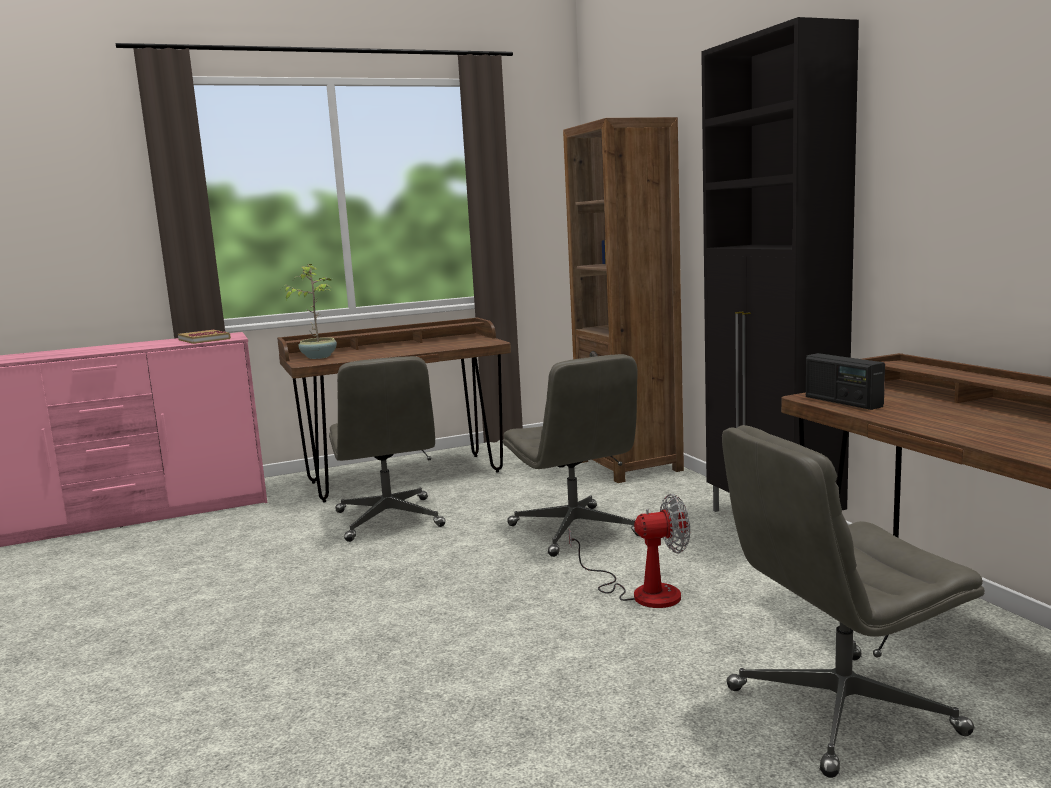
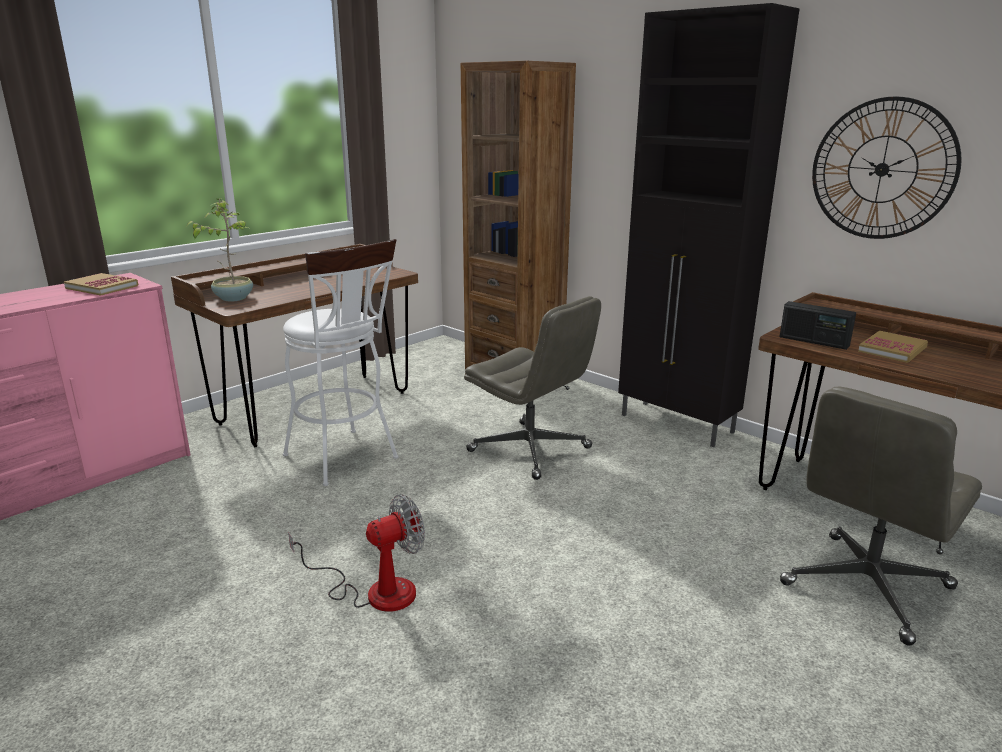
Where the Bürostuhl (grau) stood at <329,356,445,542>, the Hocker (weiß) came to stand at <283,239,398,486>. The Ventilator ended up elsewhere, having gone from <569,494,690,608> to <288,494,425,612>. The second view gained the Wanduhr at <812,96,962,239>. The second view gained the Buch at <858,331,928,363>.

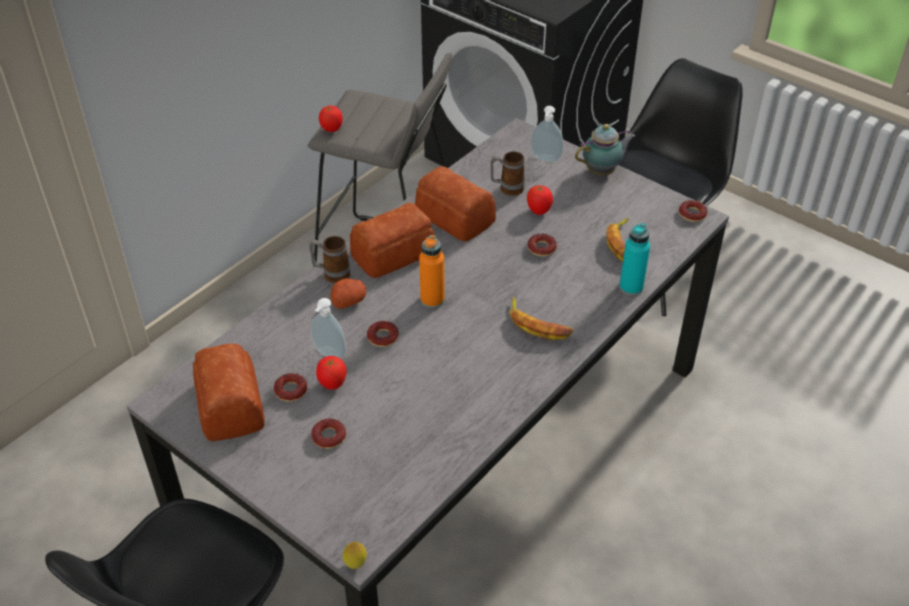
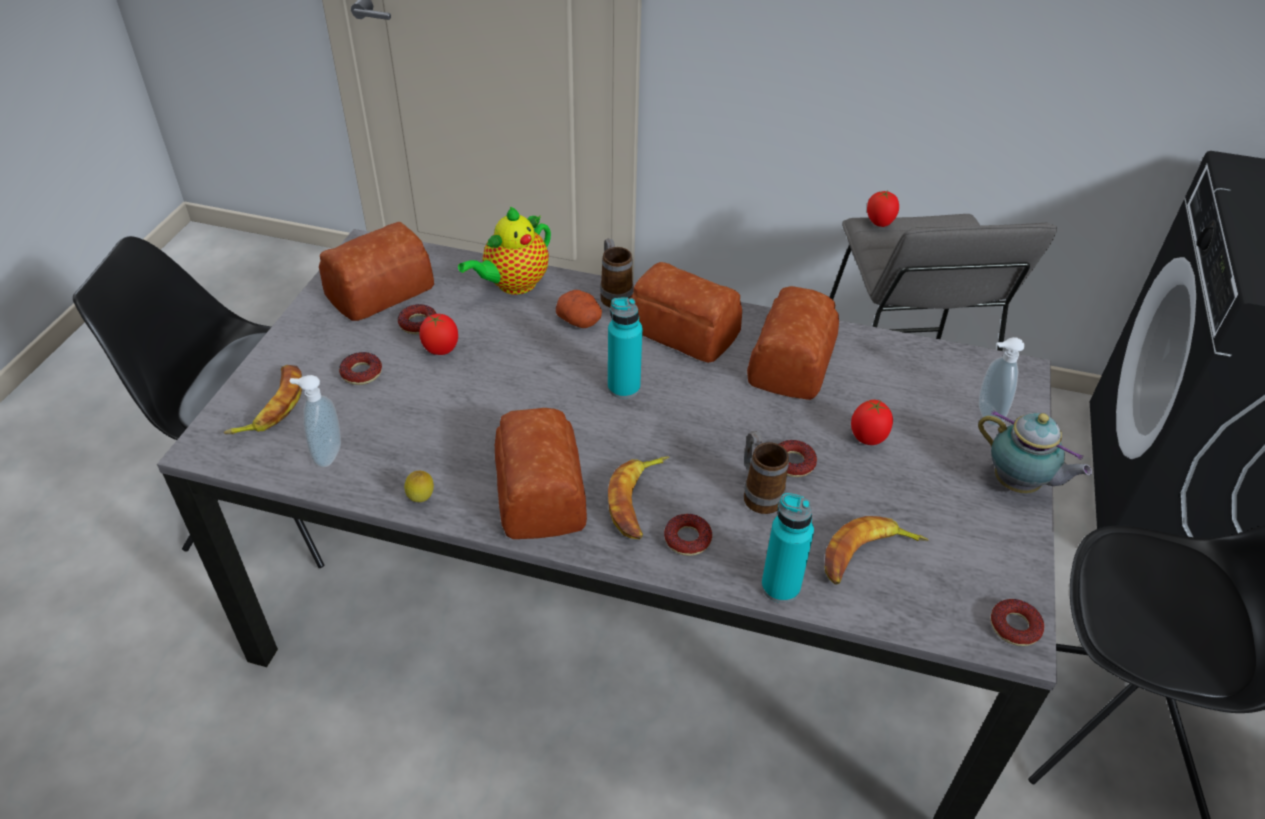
The Henkelbecher ended up elsewhere, having gone from <490,151,525,196> to <744,431,789,514>. What was the Flasche (orange) at <419,235,445,308> turned into the Flasche (türkis) at <608,298,642,399>. The Seifenspender ended up elsewhere, having gone from <311,298,346,359> to <290,375,341,467>. The Donut ended up elsewhere, having gone from <367,321,399,347> to <664,514,712,556>. The Zitrone ended up elsewhere, having gone from <343,542,367,569> to <404,471,434,502>. The second view gained the Teekanne at <458,207,551,295>. The second view gained the Banane at <224,365,302,434>. The second view gained the Brot at <495,408,587,539>.

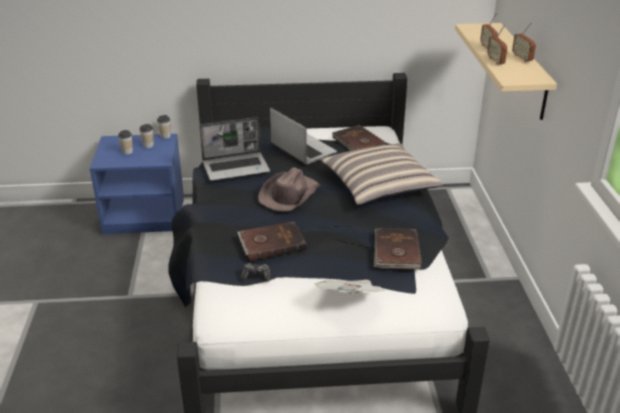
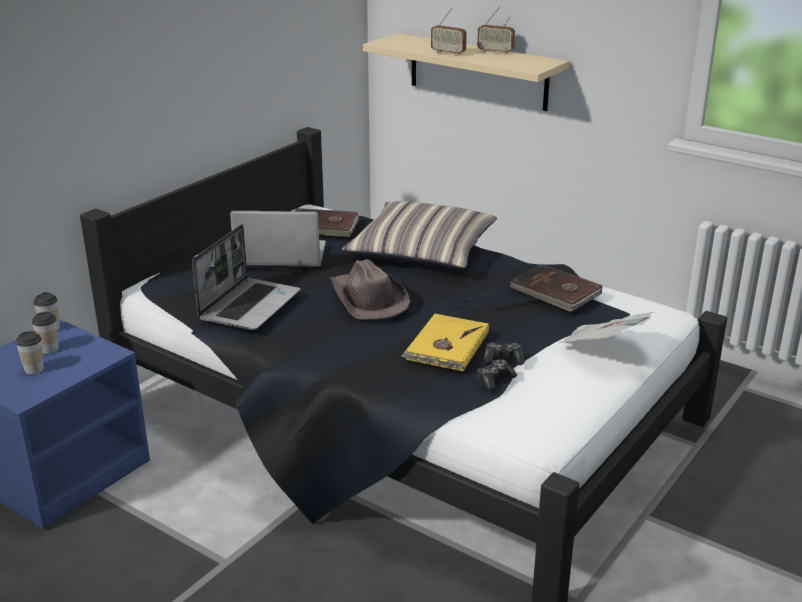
The second view lost the Radio at <487,24,507,65>. What was the Buch (braun) at <237,221,307,261> turned into the Buch (gelb) at <401,314,489,371>. The second view gained the Gamepad at <483,342,525,365>.

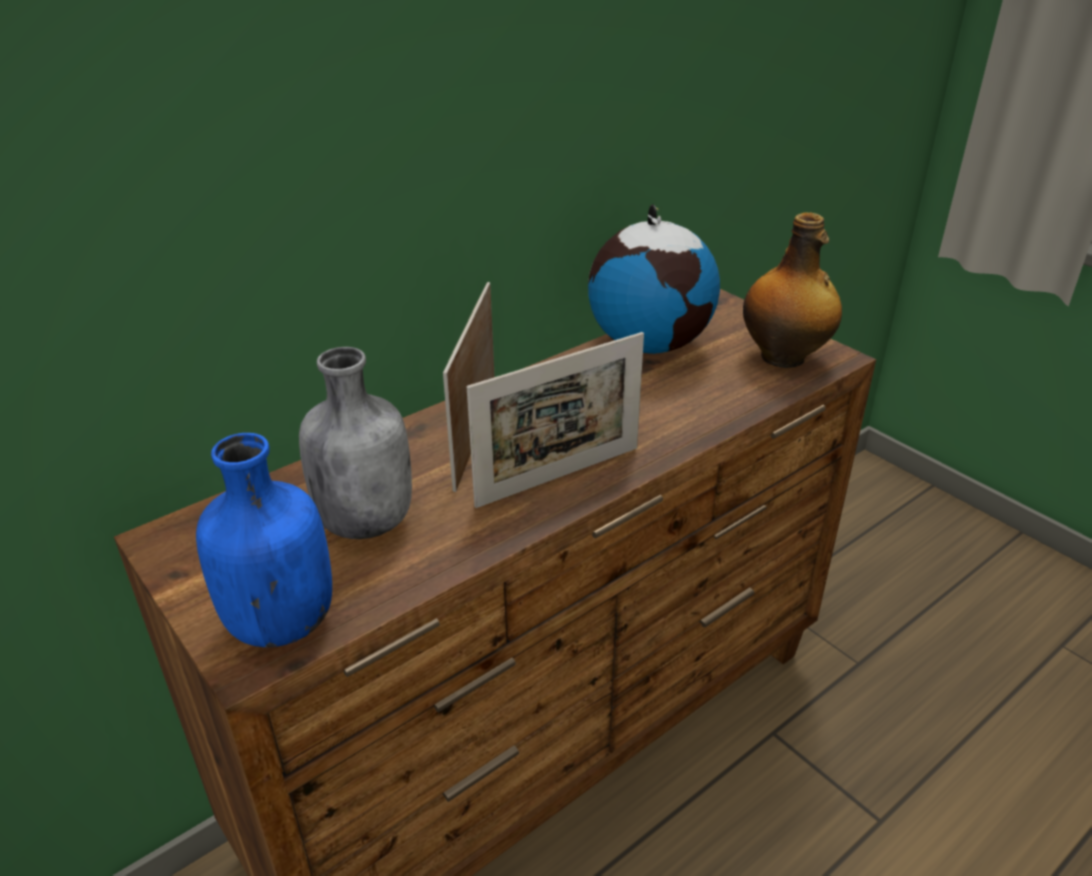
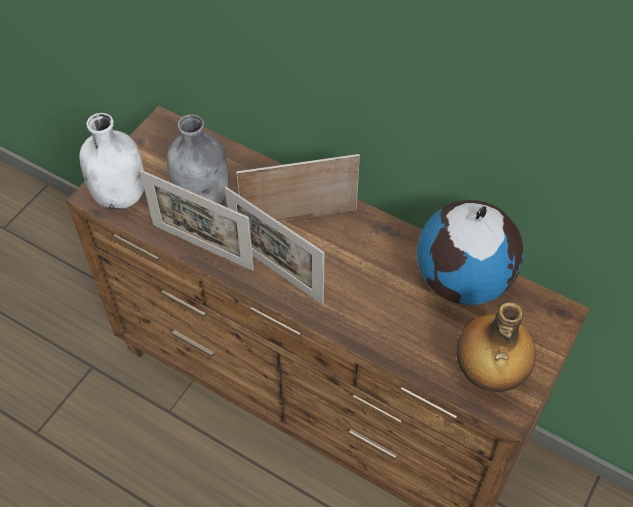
What was the Flasche (blau) at <196,433,332,647> turned into the Flasche (weiß) at <79,113,144,210>. The second view gained the Bilderrahmen at <140,170,254,271>.

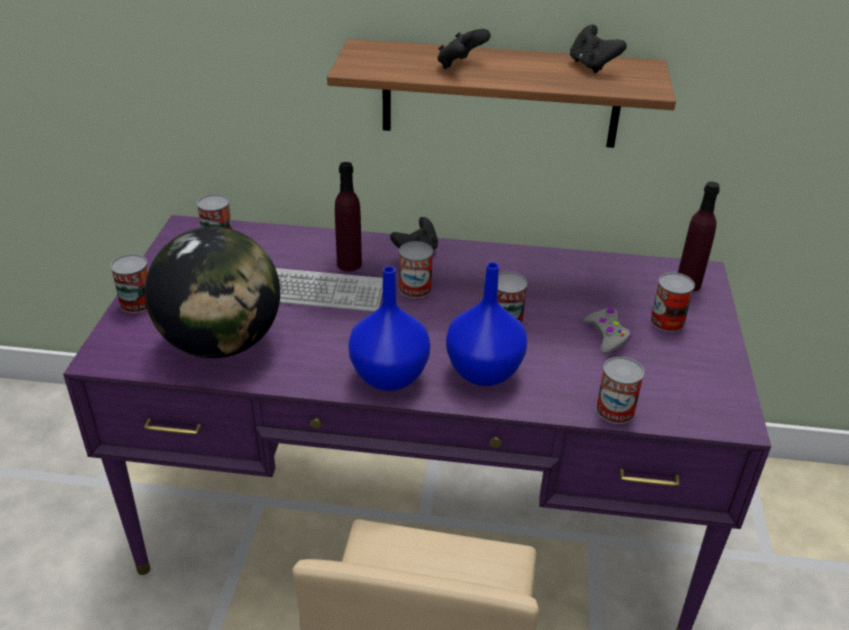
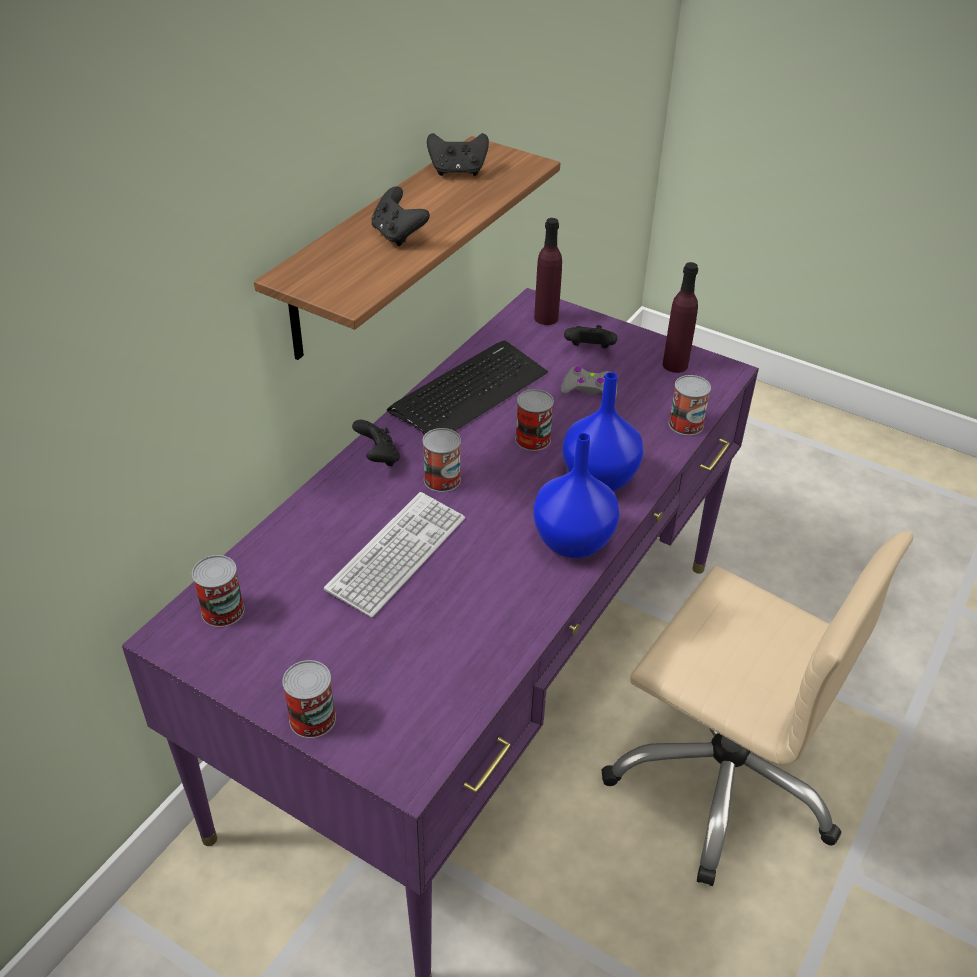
The Flasche (lila) ended up elsewhere, having gone from <335,162,362,271> to <663,262,698,373>. The second view lost the Globus at <145,227,280,358>. Where the Dose stood at <650,272,695,332>, the Gamepad (schwarz) came to stand at <564,325,617,349>. The second view gained the Tastatur at <387,341,548,434>.

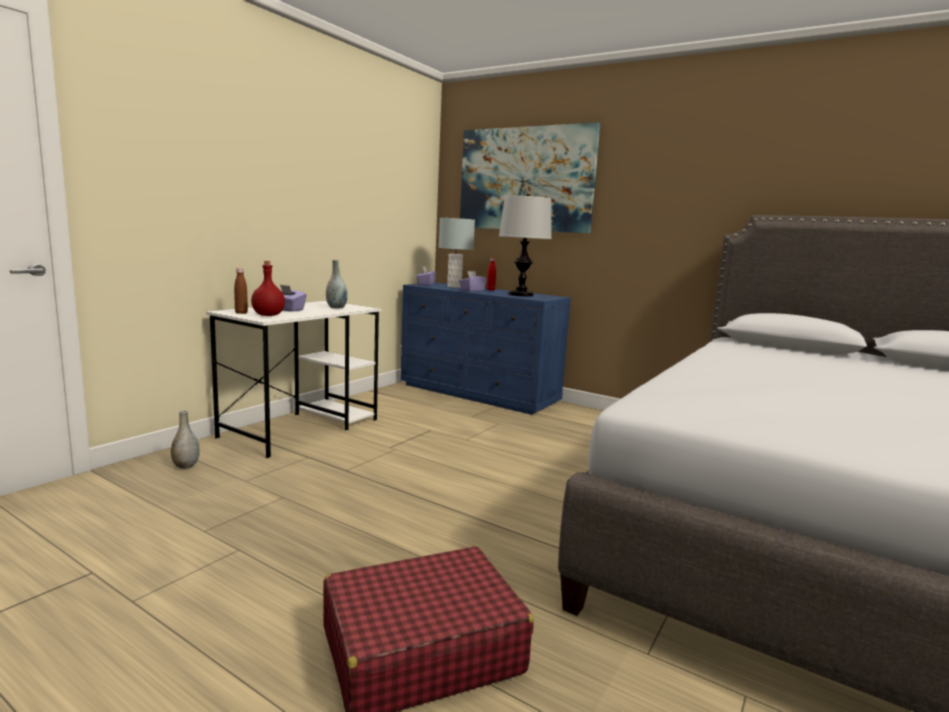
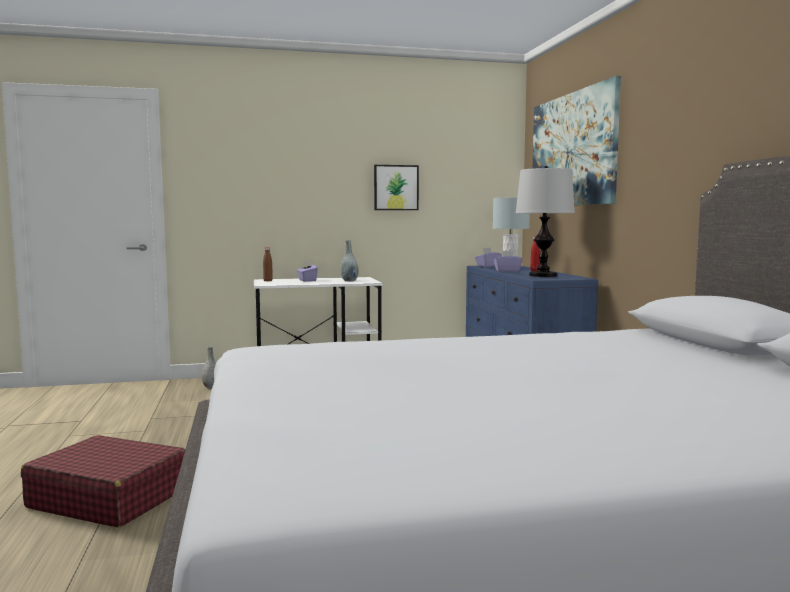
The second view lost the Flasche (rot) at <251,261,285,316>. The second view gained the Bild at <374,165,419,210>.

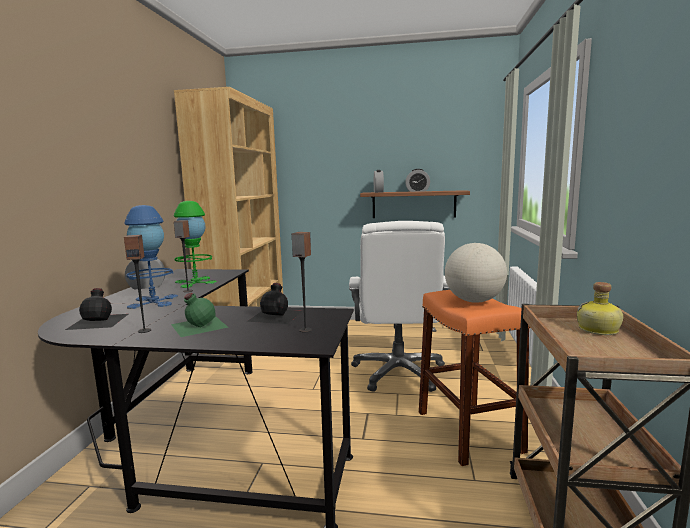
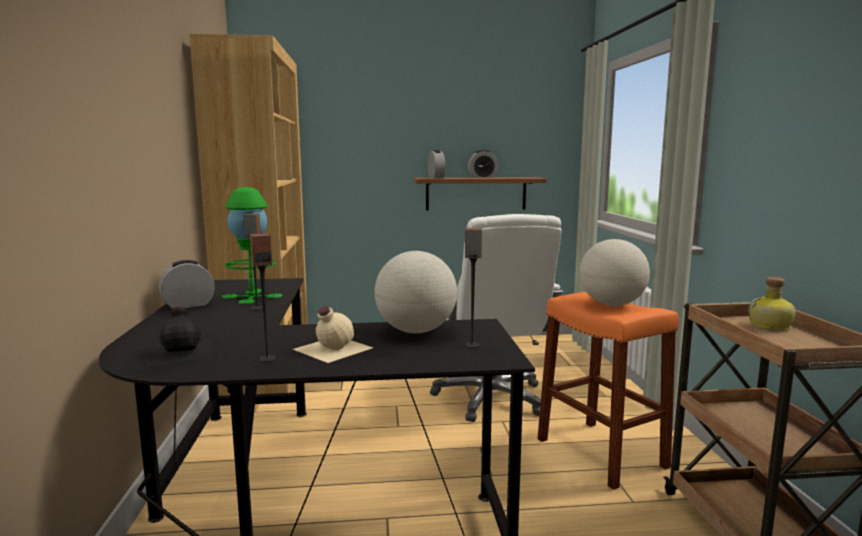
The second view lost the Tischlampe (blau) at <124,205,178,309>. Where the Flasche (schwarz) stood at <246,283,302,324>, the Globus came to stand at <375,251,457,333>. What was the Flasche (grün) at <171,293,228,337> turned into the Flasche (beige) at <293,306,373,363>.

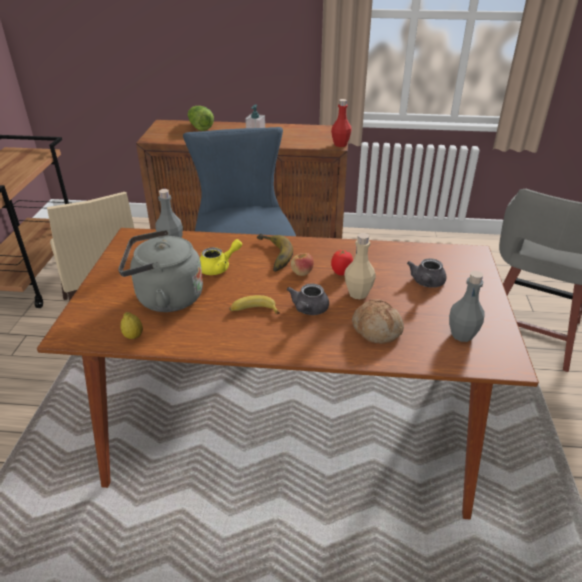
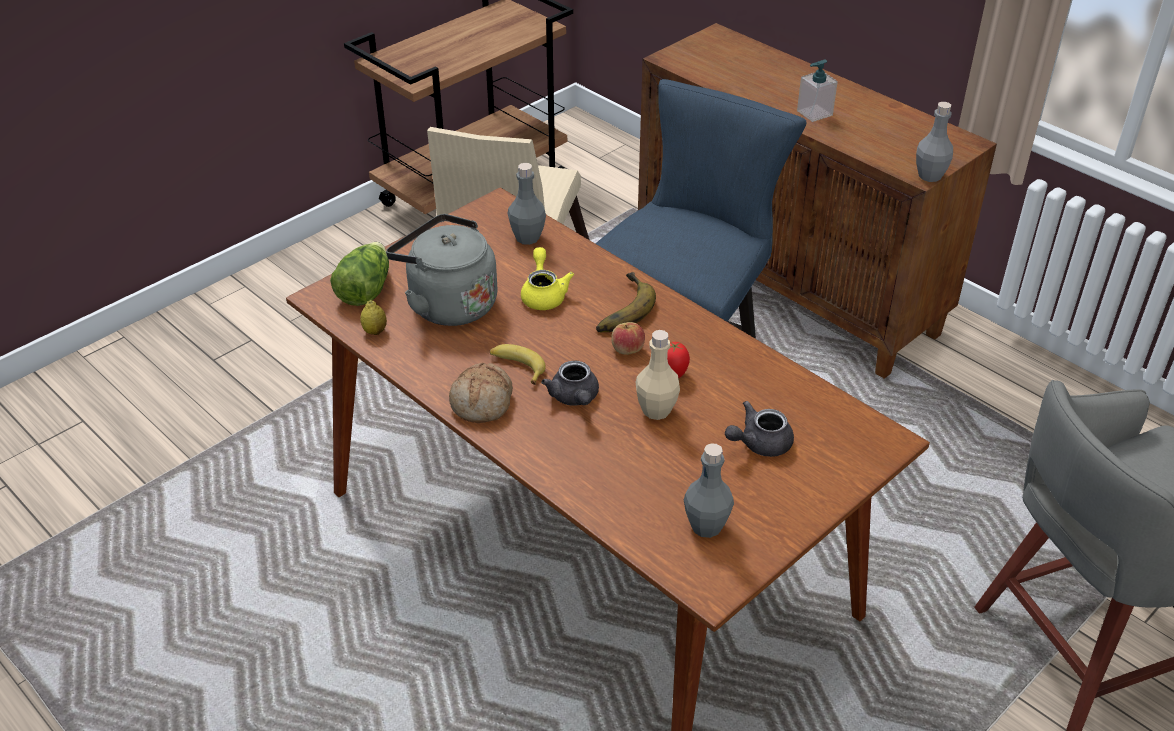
What was the Flasche (rot) at <331,99,352,147> turned into the Flasche (grau) at <916,102,953,182>. The Salatkopf ended up elsewhere, having gone from <188,106,214,131> to <330,242,389,306>. The Teekanne (gelb) at <200,239,242,275> ended up facing another way, 105 degrees counterclockwise from before. The Teekanne (grau) at <287,283,329,315> ended up facing another way, 75 degrees counterclockwise from before. The Brot ended up elsewhere, having gone from <352,299,404,344> to <449,363,513,423>.

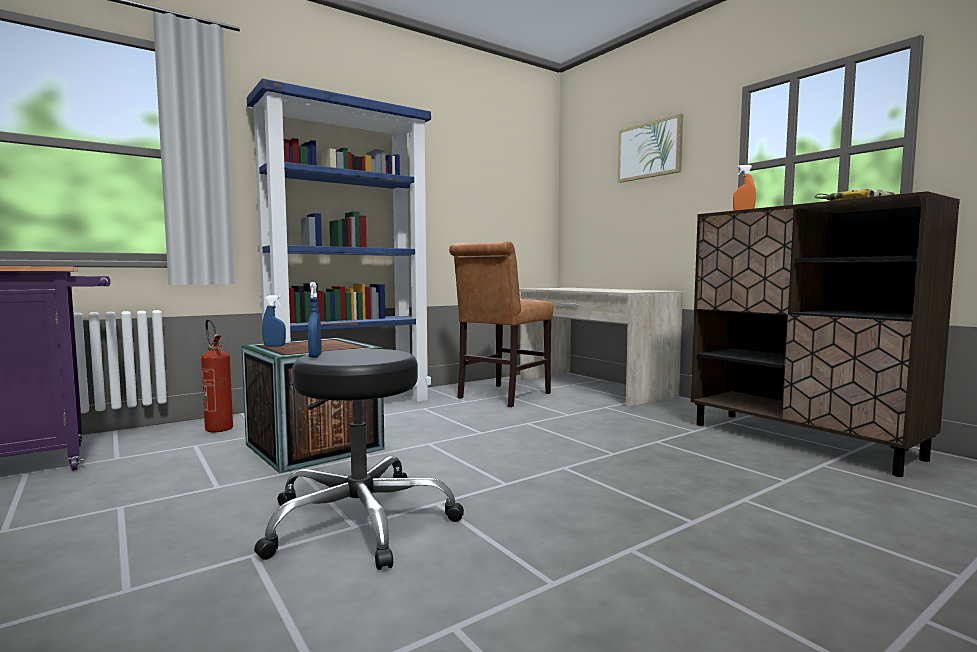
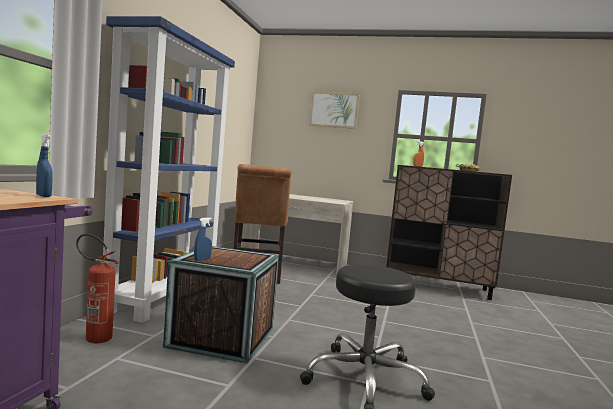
The Sprühflasche (blau) ended up elsewhere, having gone from <308,282,322,358> to <36,134,53,197>.

